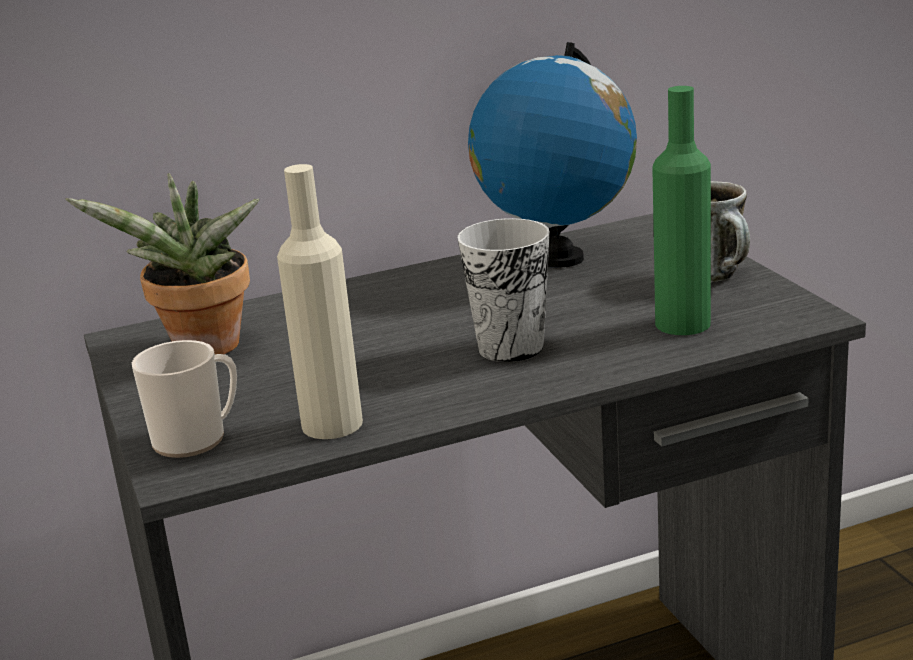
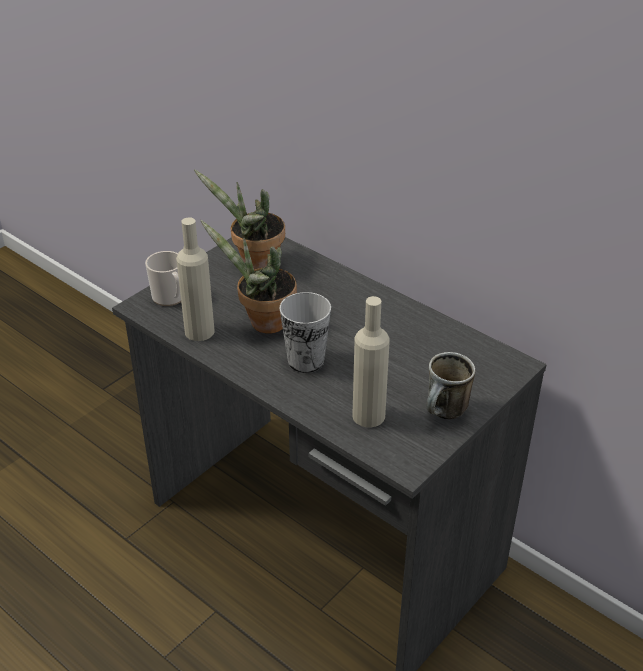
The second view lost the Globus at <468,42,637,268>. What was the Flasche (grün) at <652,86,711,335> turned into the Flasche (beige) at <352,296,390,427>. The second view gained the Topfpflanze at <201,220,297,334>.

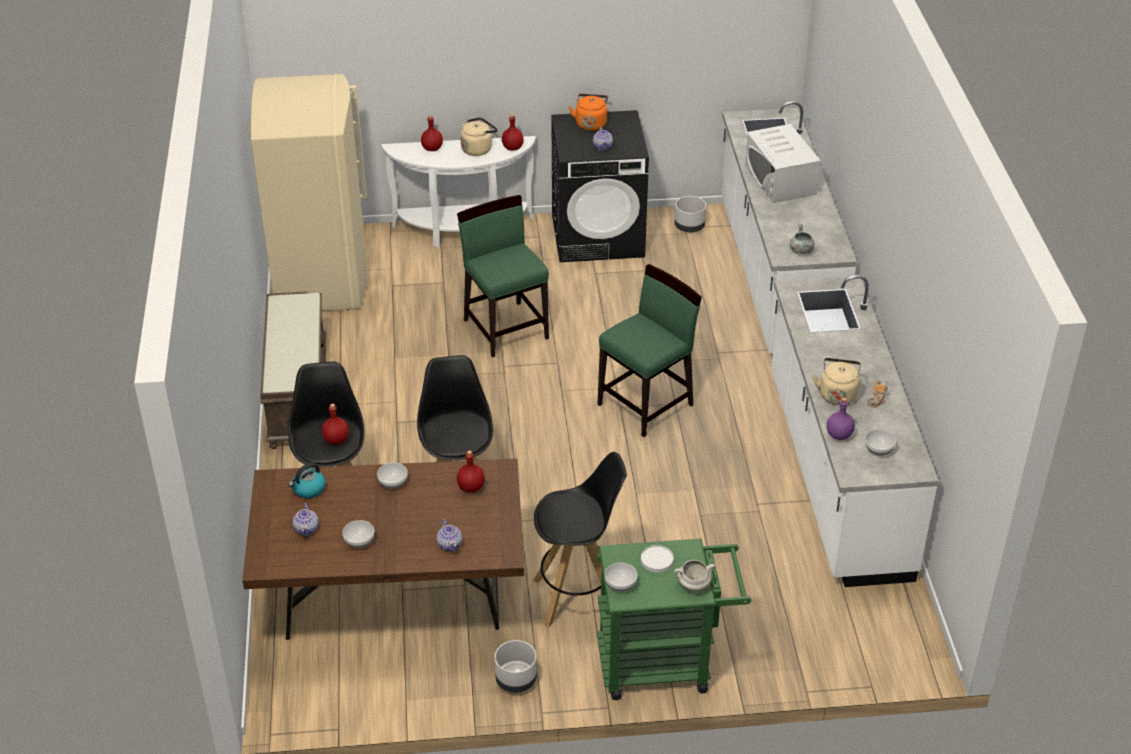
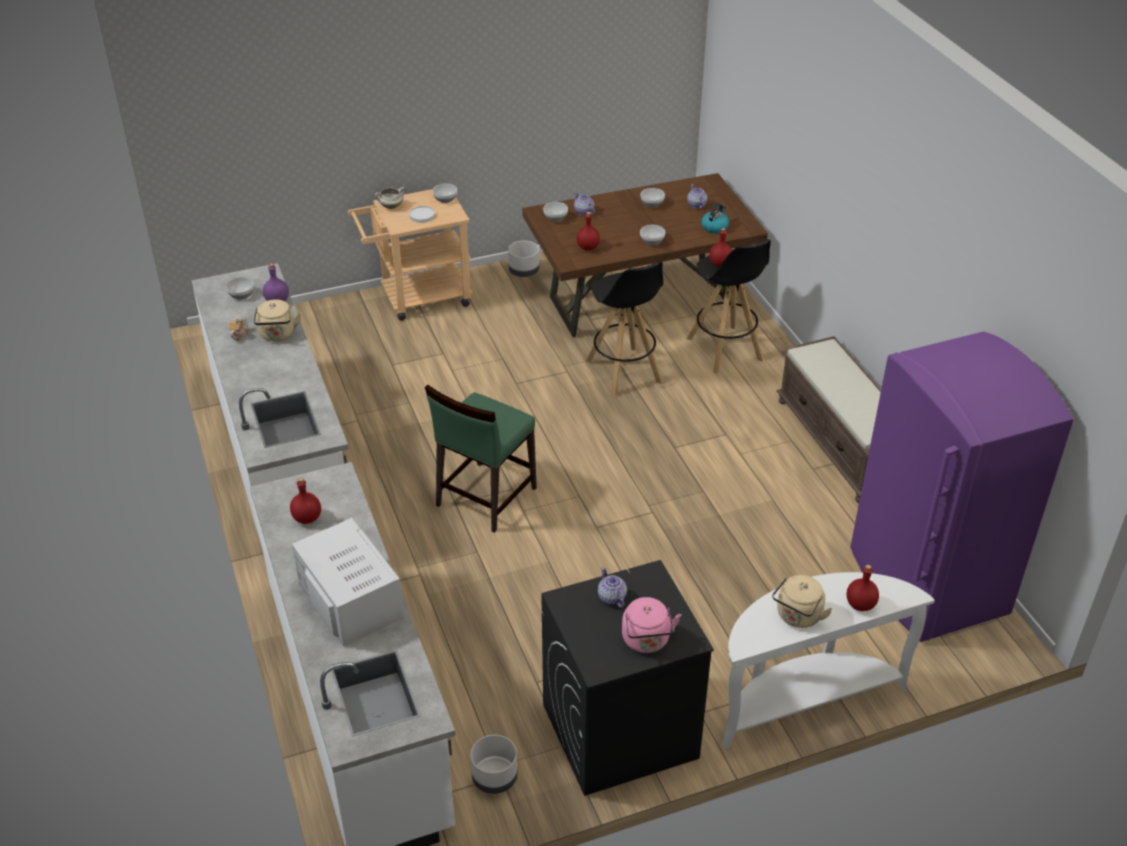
What was the Kühlschrank (beige) at <250,74,368,311> turned into the Kühlschrank (lila) at <850,331,1074,642>. What was the Wasserkessel (orange) at <569,94,608,131> turned into the Wasserkessel (rosa) at <622,597,681,653>. The Flasche (rot) ended up elsewhere, having gone from <502,114,524,151> to <290,478,321,524>. The second view lost the Stuhl (grün) at <457,195,549,358>. The second view lost the Kochtopf (grau) at <790,224,815,254>. The second view lost the Hocker (schwarz) at <533,452,627,627>. What was the Rollwagen (grün) at <597,538,751,700> turned into the Rollwagen (beige) at <348,189,473,321>. The second view gained the Schüssel at <543,202,568,222>.

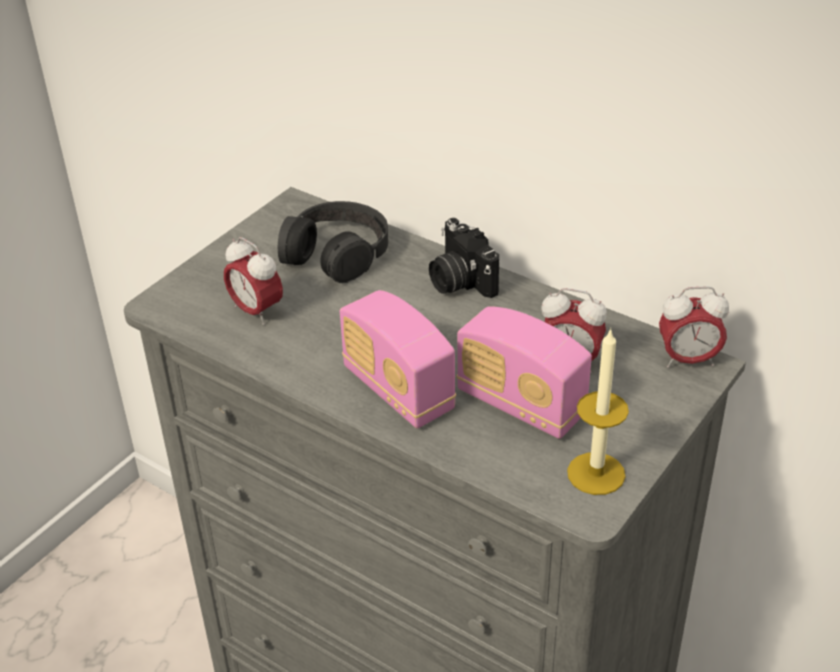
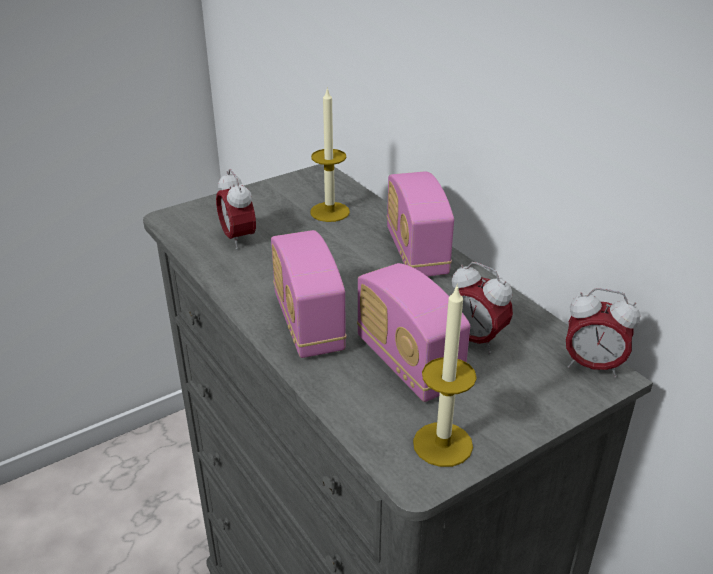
Where the Kopfhörer (schwarz) stood at <278,201,388,283>, the Kerze came to stand at <310,87,350,222>. Where the Kamera stood at <429,218,499,298>, the Radio came to stand at <387,172,454,276>.

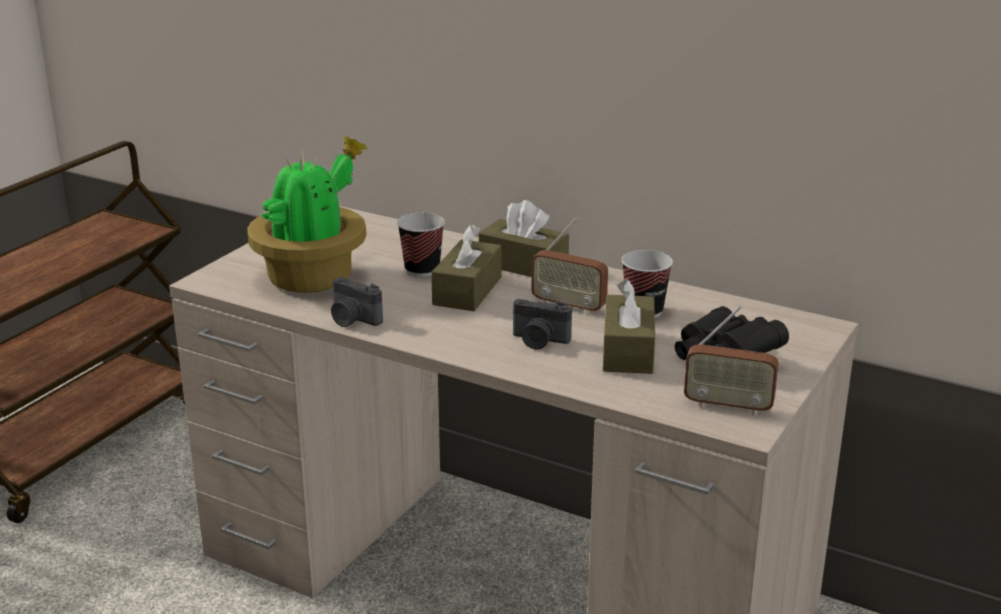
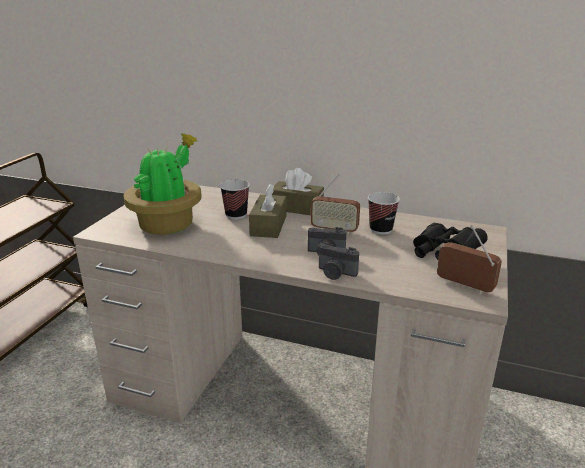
The Kamera ended up elsewhere, having gone from <331,277,383,327> to <319,244,359,280>. The second view lost the Taschentuchbox (braun) at <603,279,655,374>. The Radio at <684,306,779,416> ended up facing another way, 150 degrees counterclockwise from before.

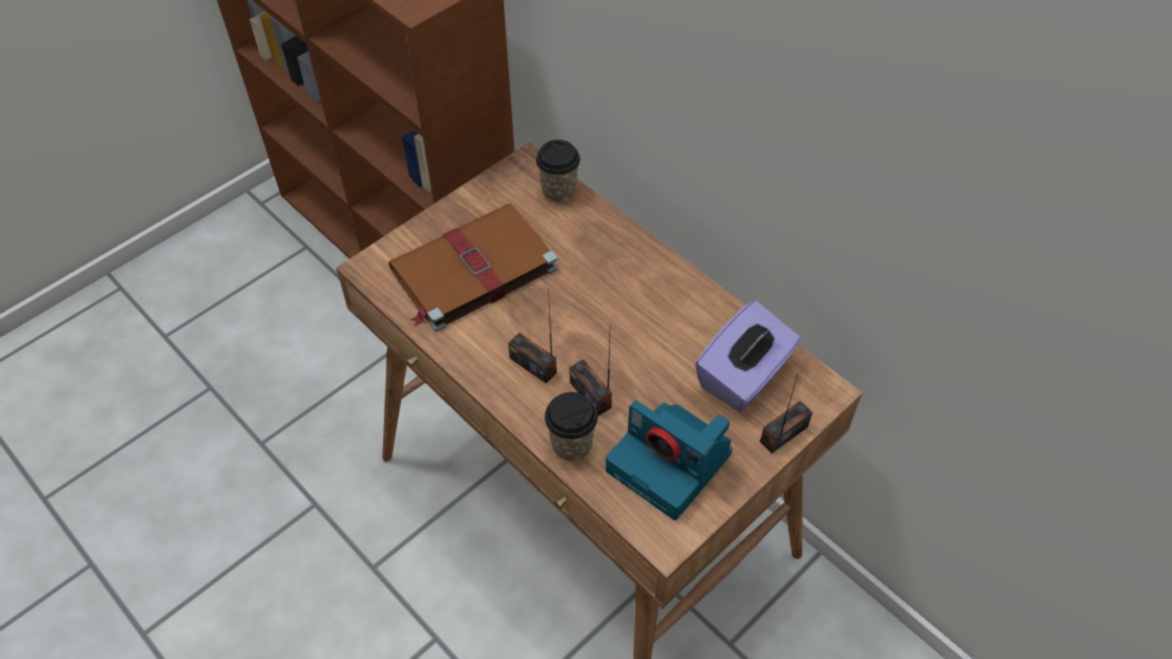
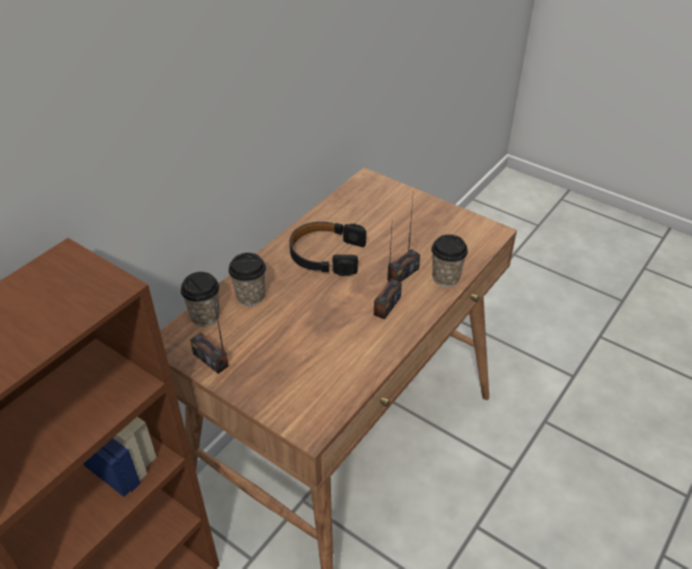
The second view lost the Buch (braun) at <389,204,558,332>. The second view lost the Taschentuchbox (lila) at <695,301,801,412>. The Radio ended up elsewhere, having gone from <760,374,813,454> to <190,289,229,374>. The second view lost the Kamera at <606,401,732,520>. The second view gained the Kopfhörer (schwarz) at <290,222,366,276>. The second view gained the Tasse at <229,253,266,306>.

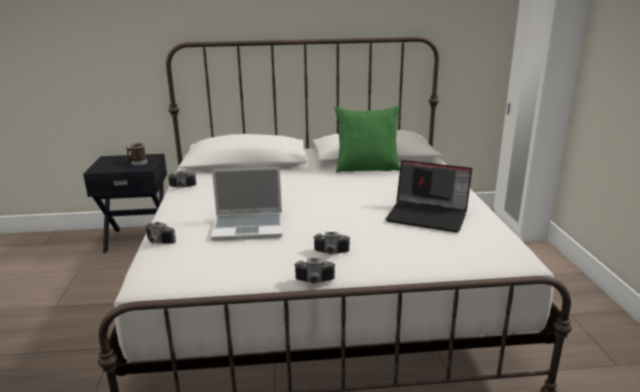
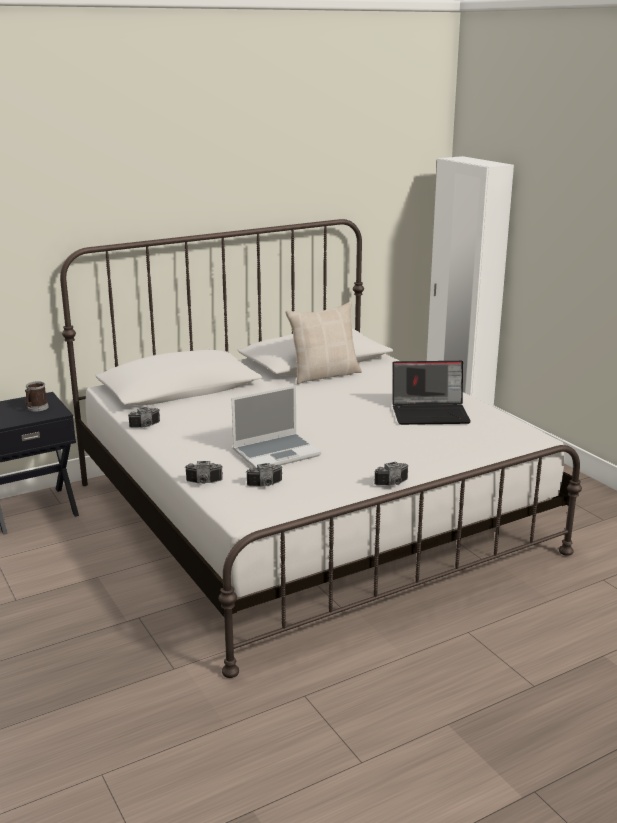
What was the Kissen (grün) at <335,106,400,172> turned into the Kissen (beige) at <285,302,362,384>. The Kamera ended up elsewhere, having gone from <314,232,350,254> to <246,463,282,487>.

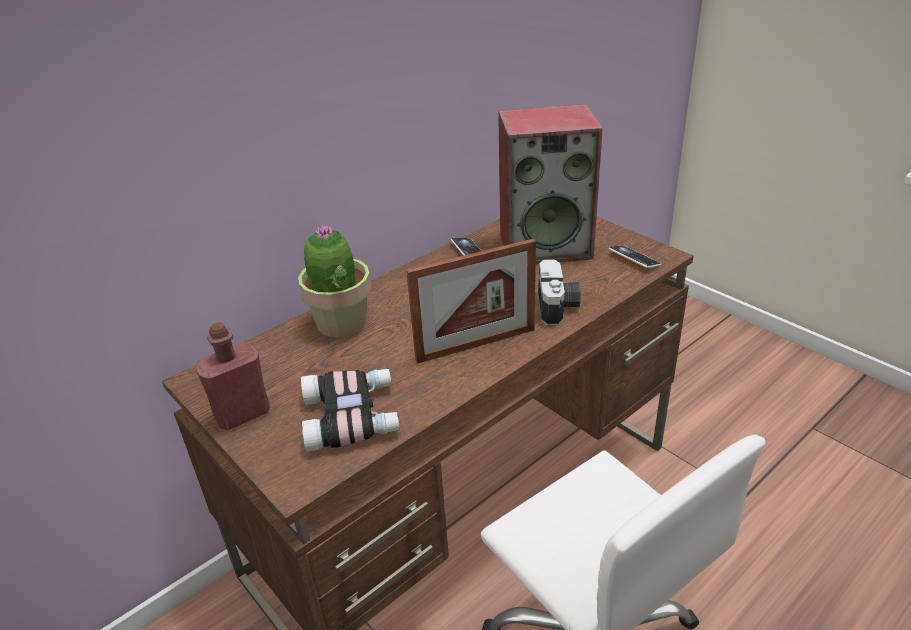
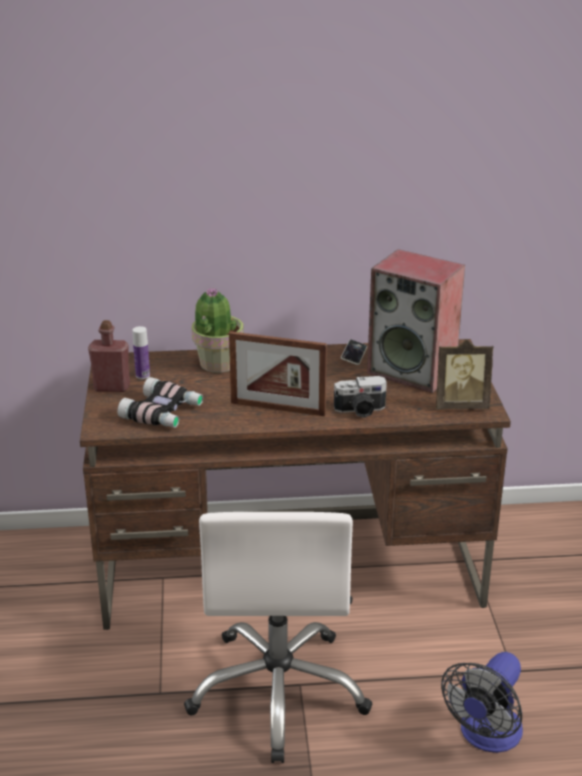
Where the Handy stood at <609,245,661,268>, the Bilderrahmen came to stand at <436,339,494,409>. The Kamera at <538,259,581,326> ended up facing another way, 45 degrees clockwise from before. The second view gained the Flasche at <132,326,150,379>. The second view gained the Ventilator at <441,652,523,753>.

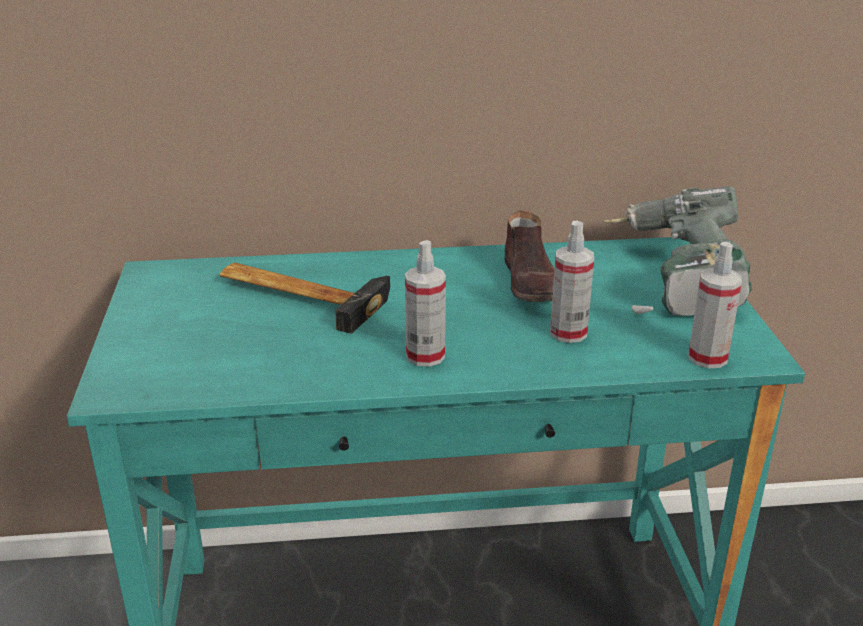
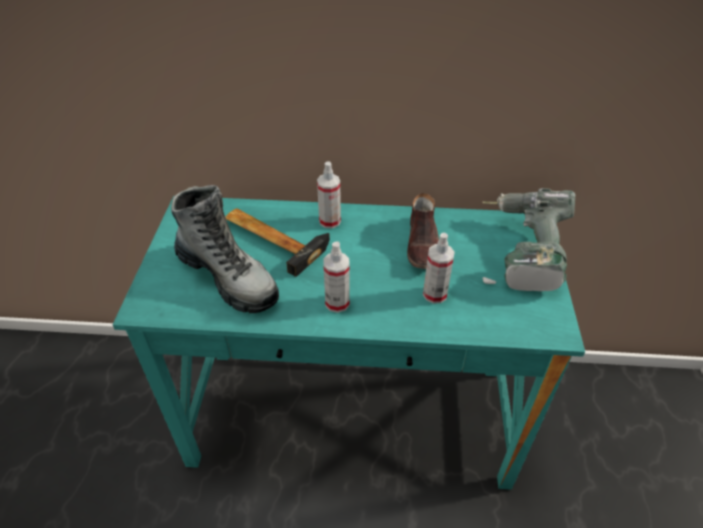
The Sprühflasche ended up elsewhere, having gone from <688,242,742,368> to <317,161,341,228>. The second view gained the Stiefel at <171,185,279,313>.

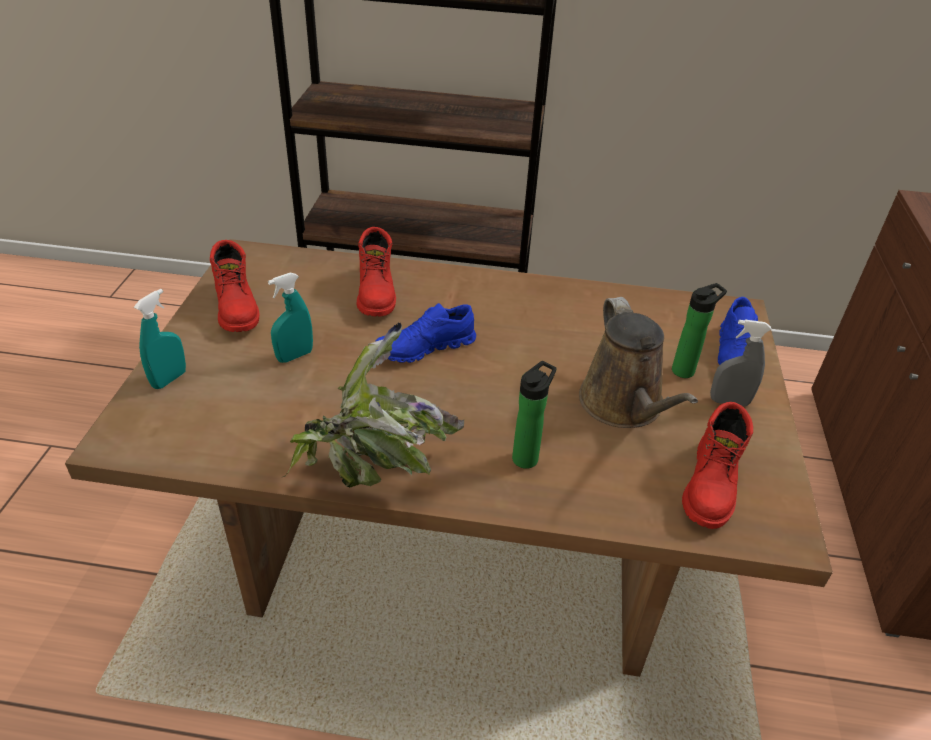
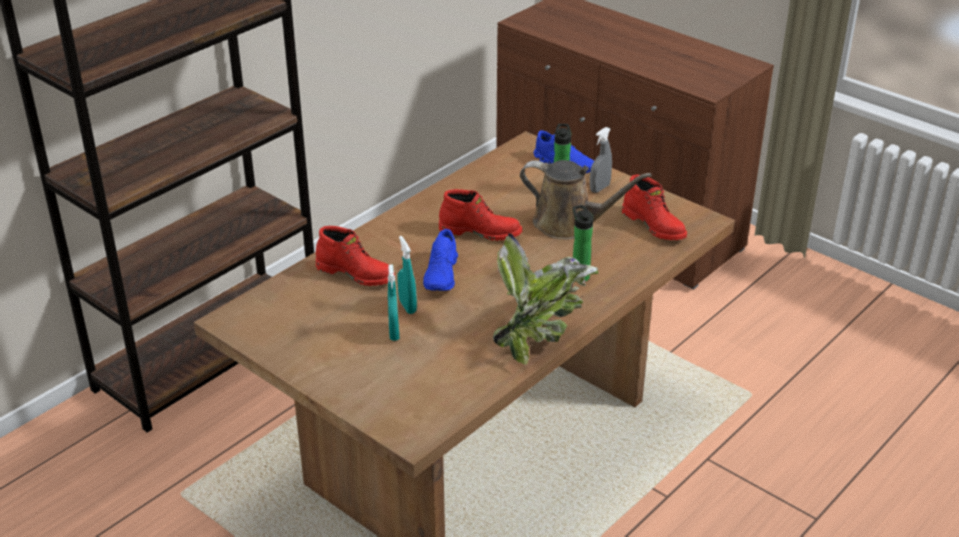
The Stiefel (rot) ended up elsewhere, having gone from <210,240,259,332> to <439,189,522,241>. The Sprühflasche (türkis) ended up elsewhere, having gone from <134,289,186,389> to <397,236,417,314>.

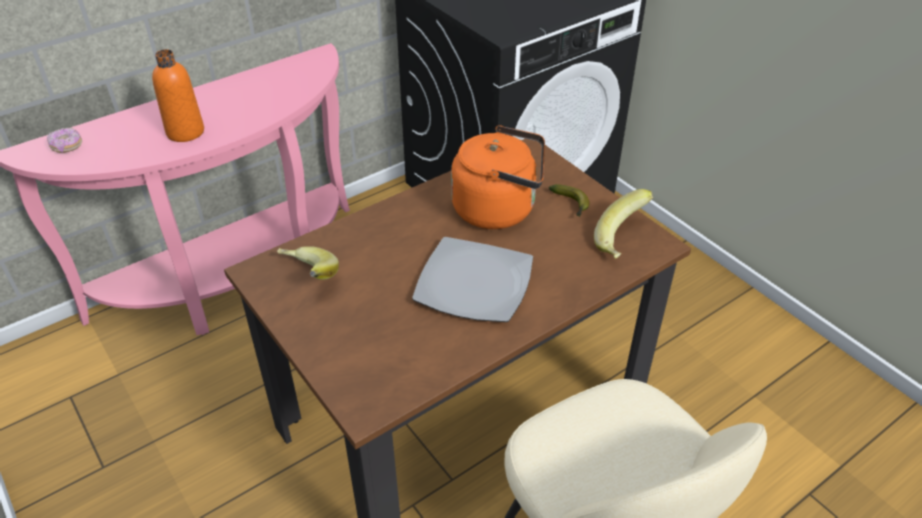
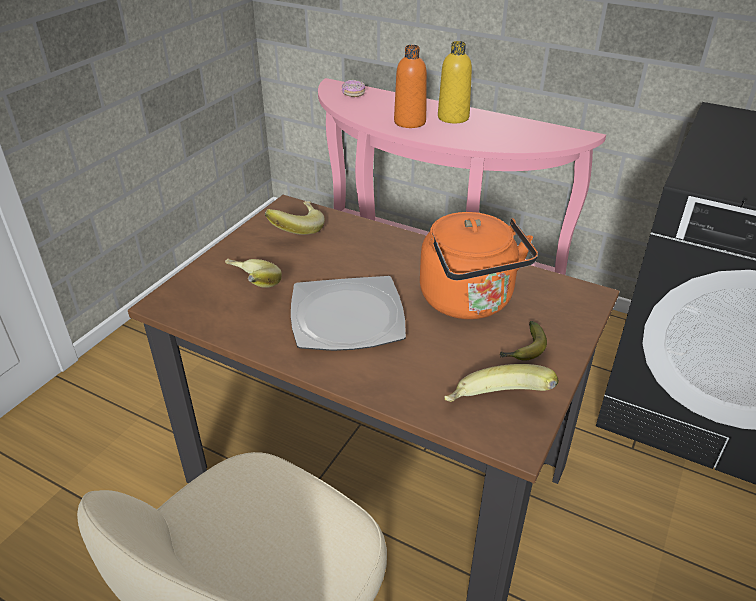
The second view gained the Flasche (gelb) at <438,41,472,123>. The second view gained the Banane at <225,259,282,288>.

